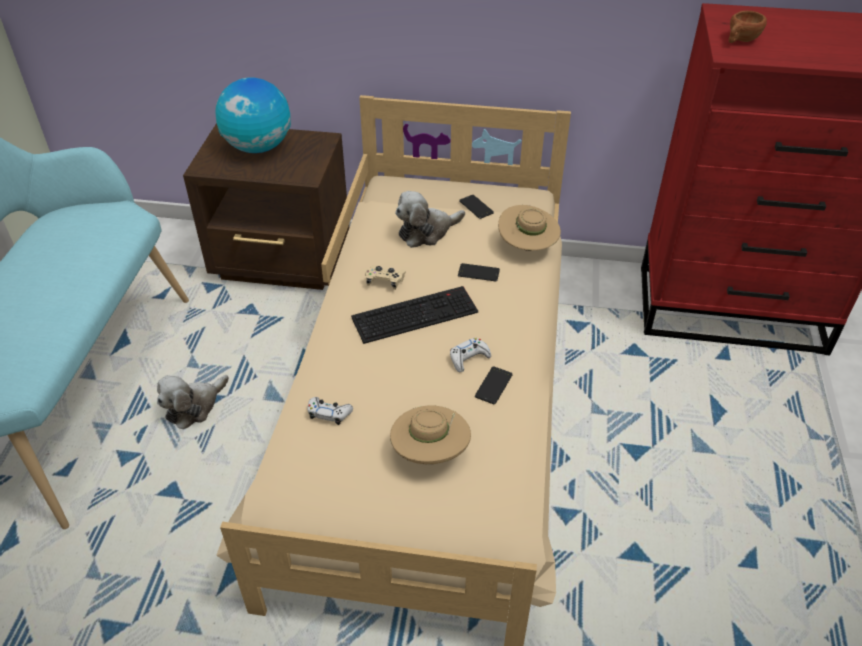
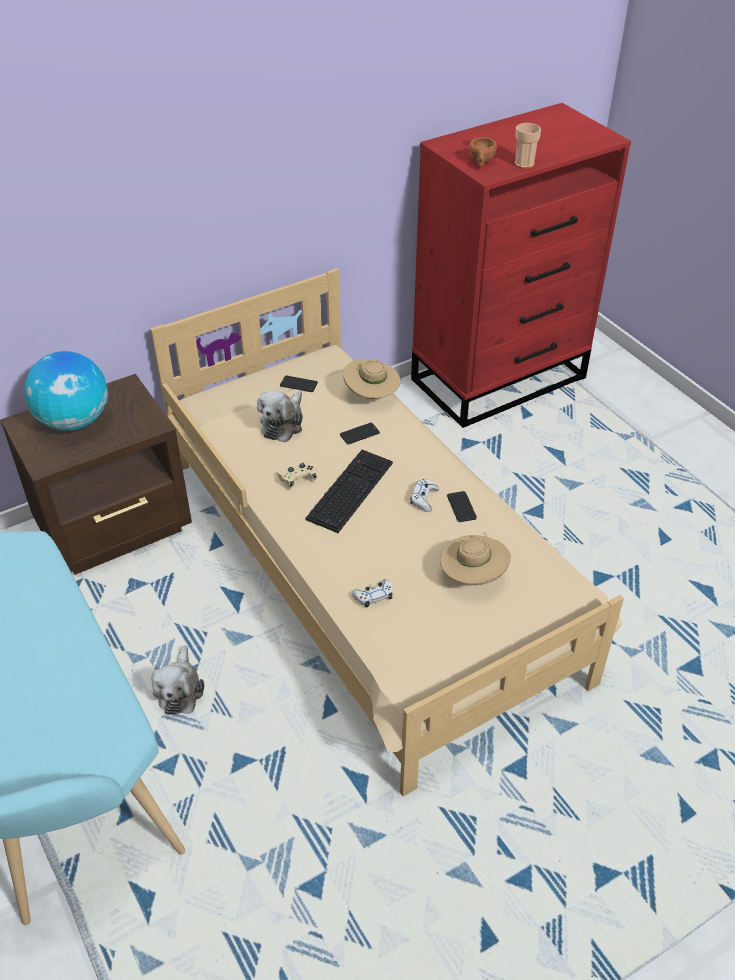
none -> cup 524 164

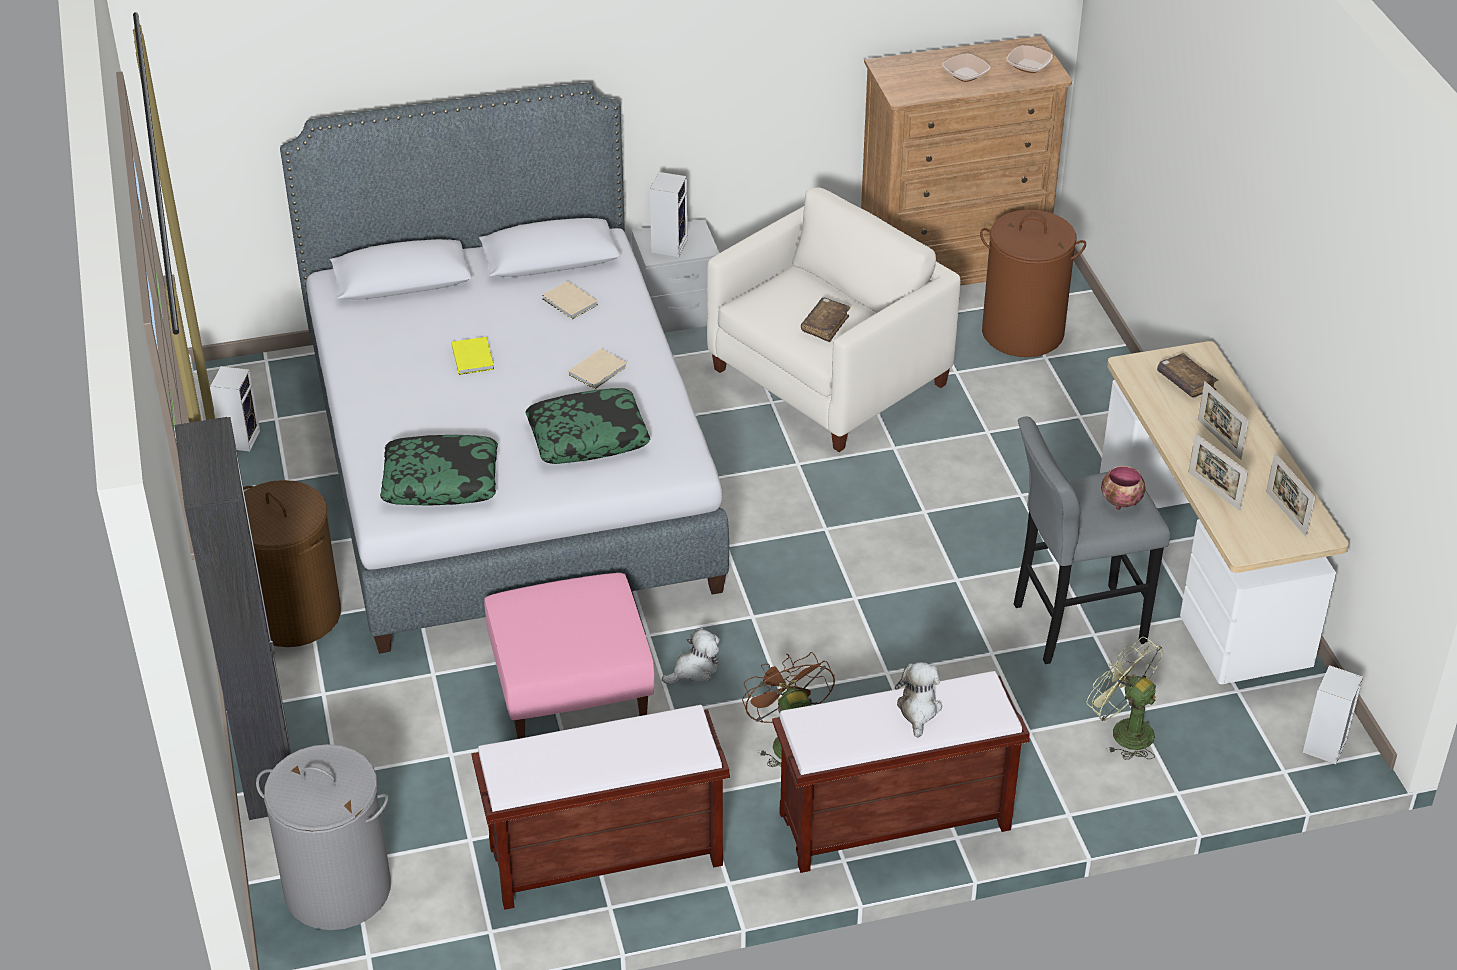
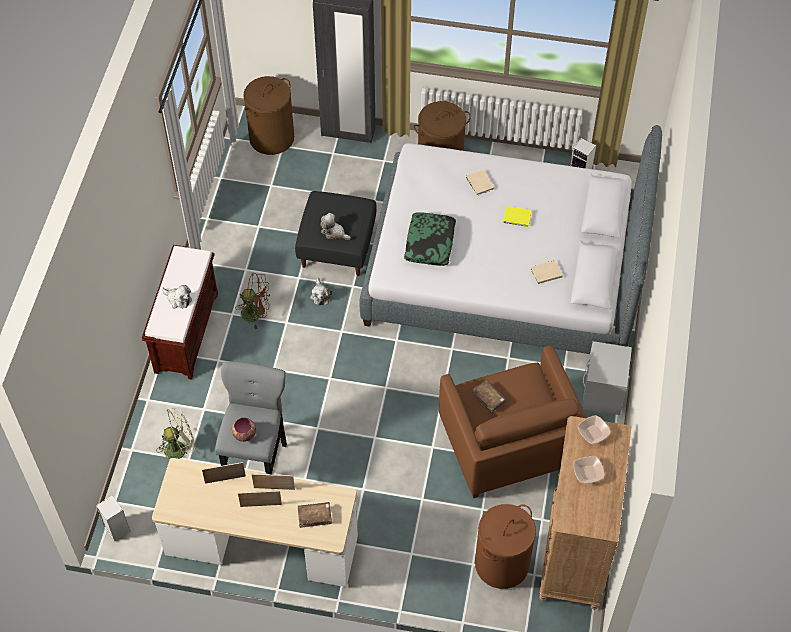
grey laundry basket 338 889 -> brown laundry basket 272 138
pillow 441 481 -> none
brown bench 603 858 -> none
pink ottoman 571 685 -> black ottoman 337 247
beige book 599 370 -> beige book 479 184, shifted
speaker 669 245 -> none
white armchair 828 377 -> brown armchair 509 442
bowl 1028 66 -> bowl 593 432, shifted
picture frame 1286 514 -> picture frame 274 488, shifted
none -> plush toy 334 232

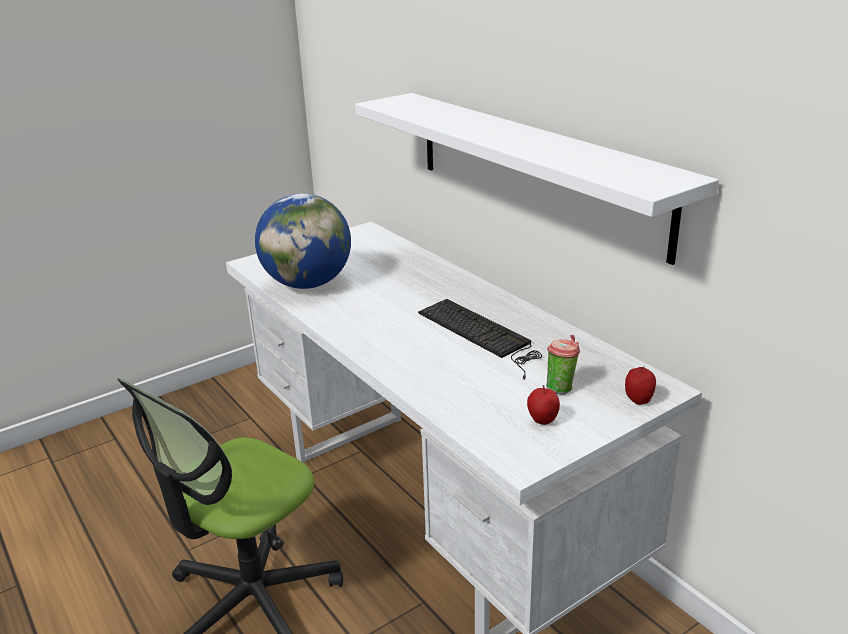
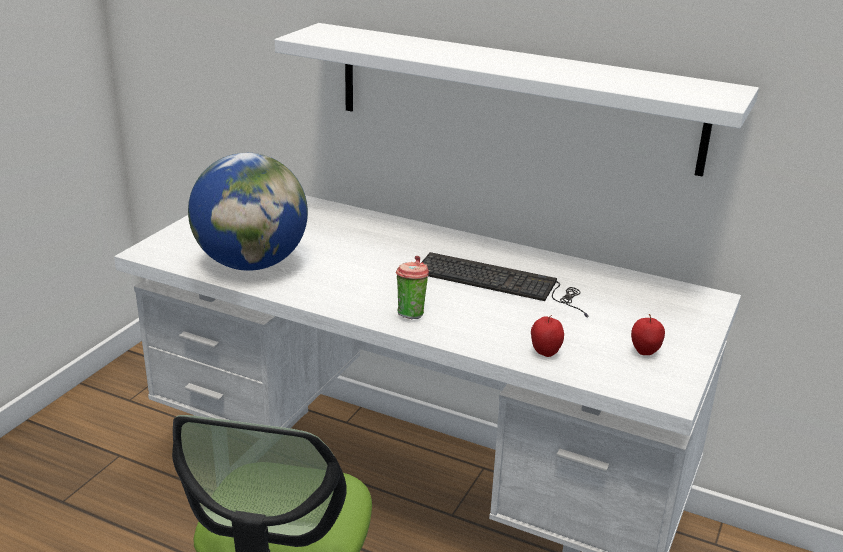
cup 561 388 -> cup 411 313, shifted
apple 638 400 -> apple 545 353, shifted

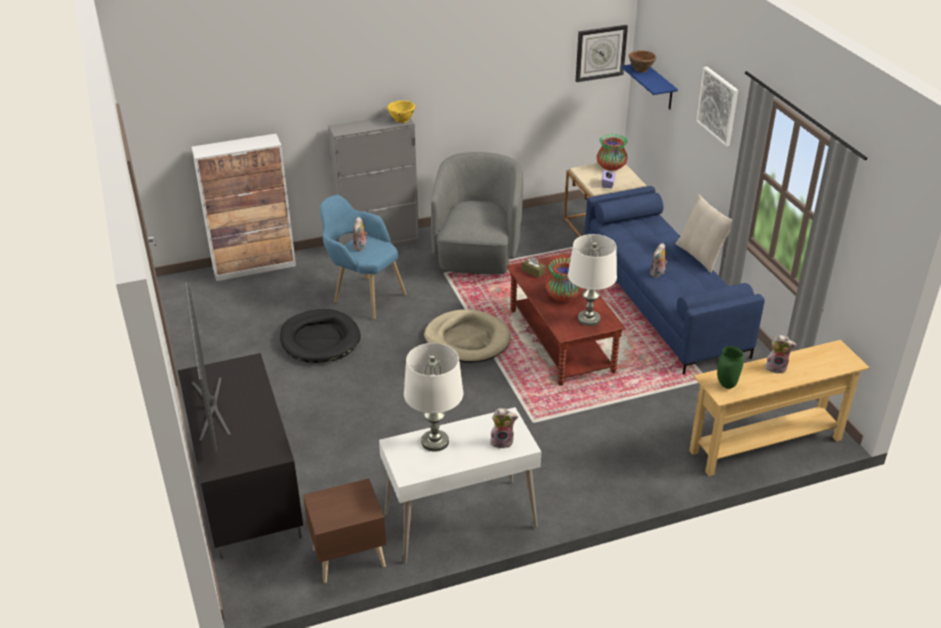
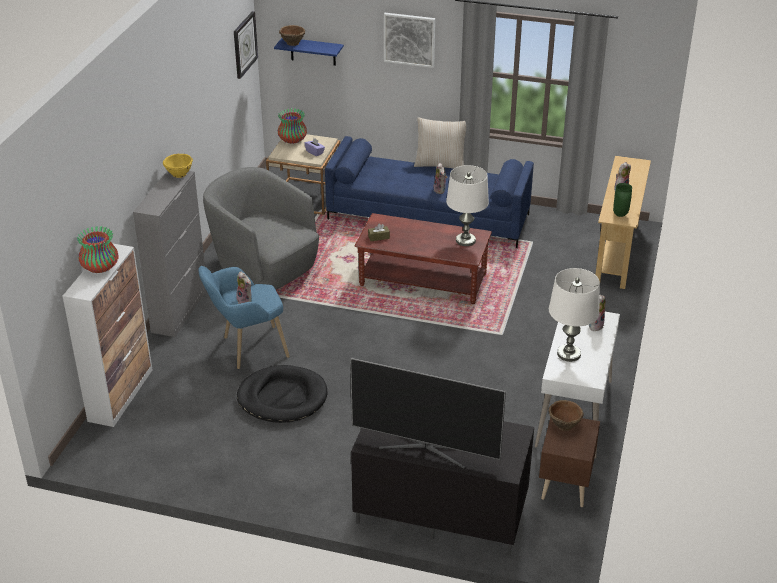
beige dog bed 467 340 -> none
vase 563 296 -> vase 100 267, shifted
none -> brown bowl 564 424

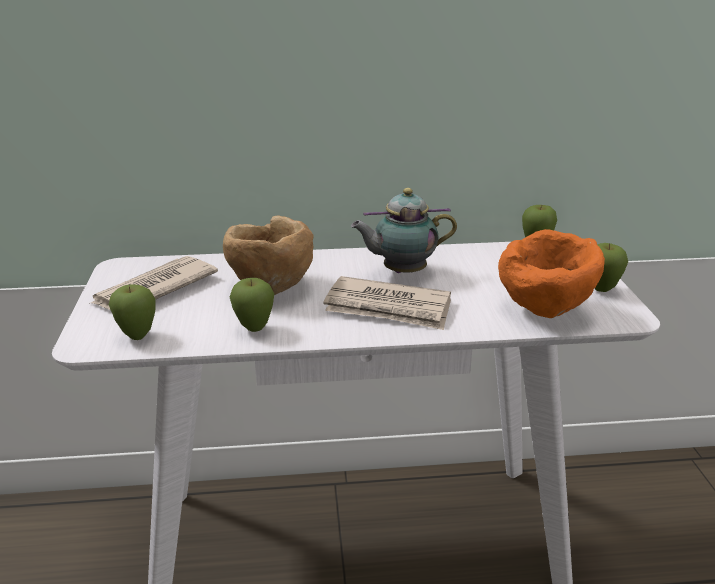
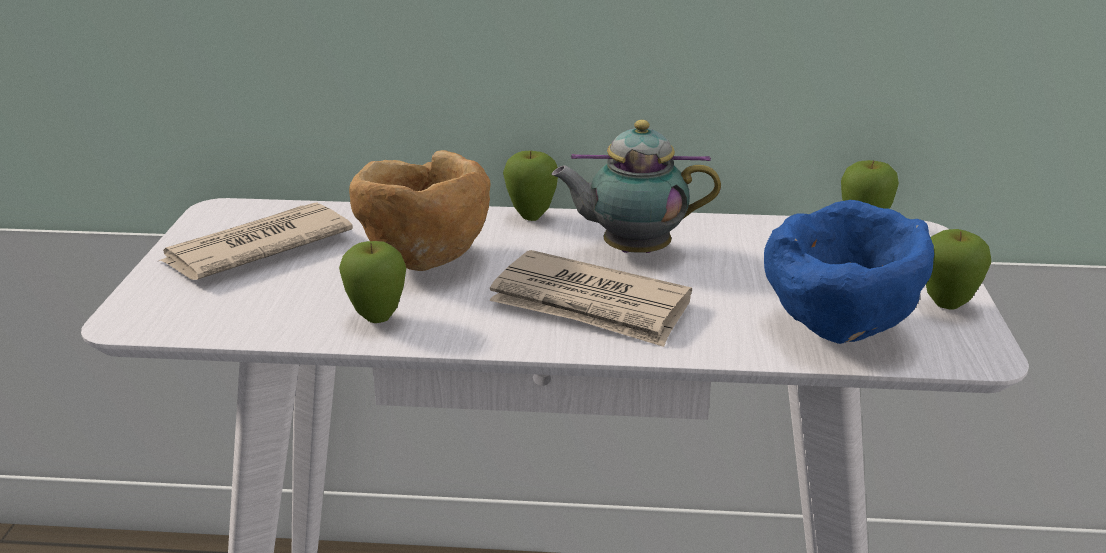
apple 137 336 -> apple 531 217, shifted
orange bowl 545 311 -> blue bowl 839 332

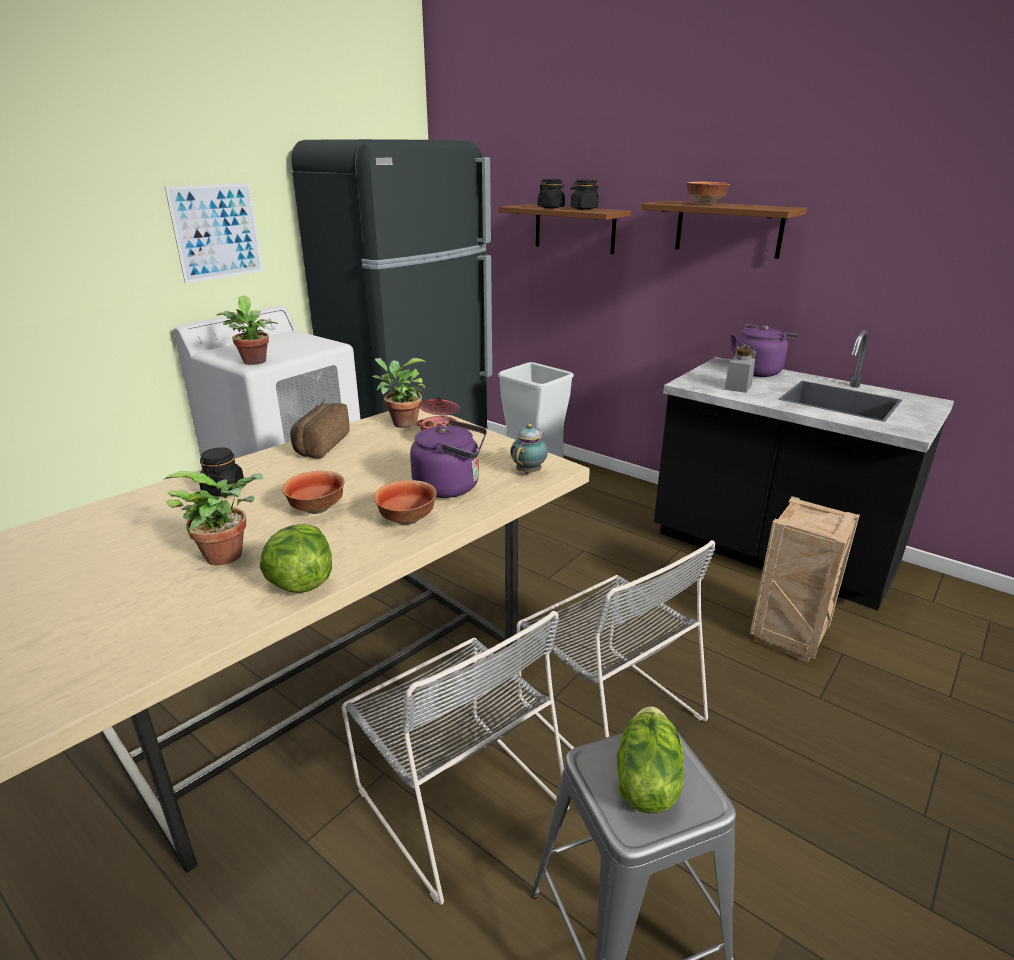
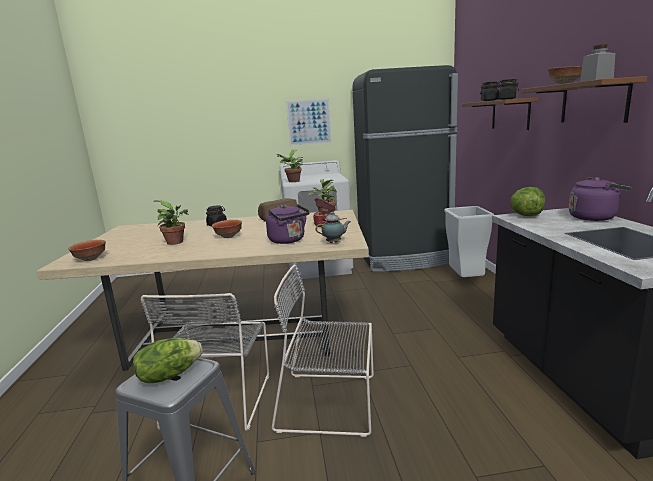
lettuce 300 583 -> lettuce 526 215, shifted
bowl 408 520 -> bowl 90 259, shifted
grey chair 606 706 -> grey chair 331 402, 90 degrees clockwise
grey jar 738 387 -> grey jar 596 80, shifted
crate 787 636 -> none

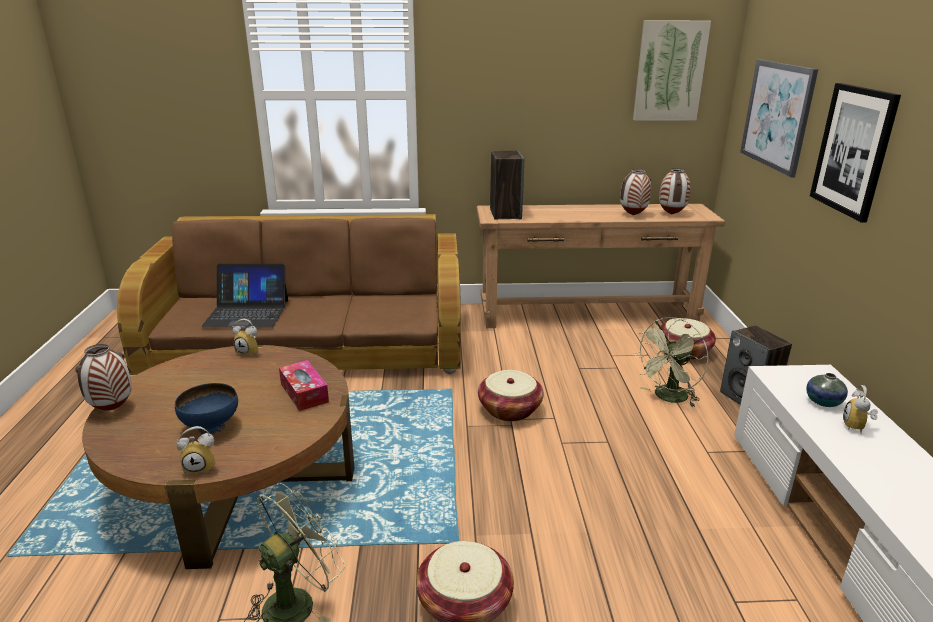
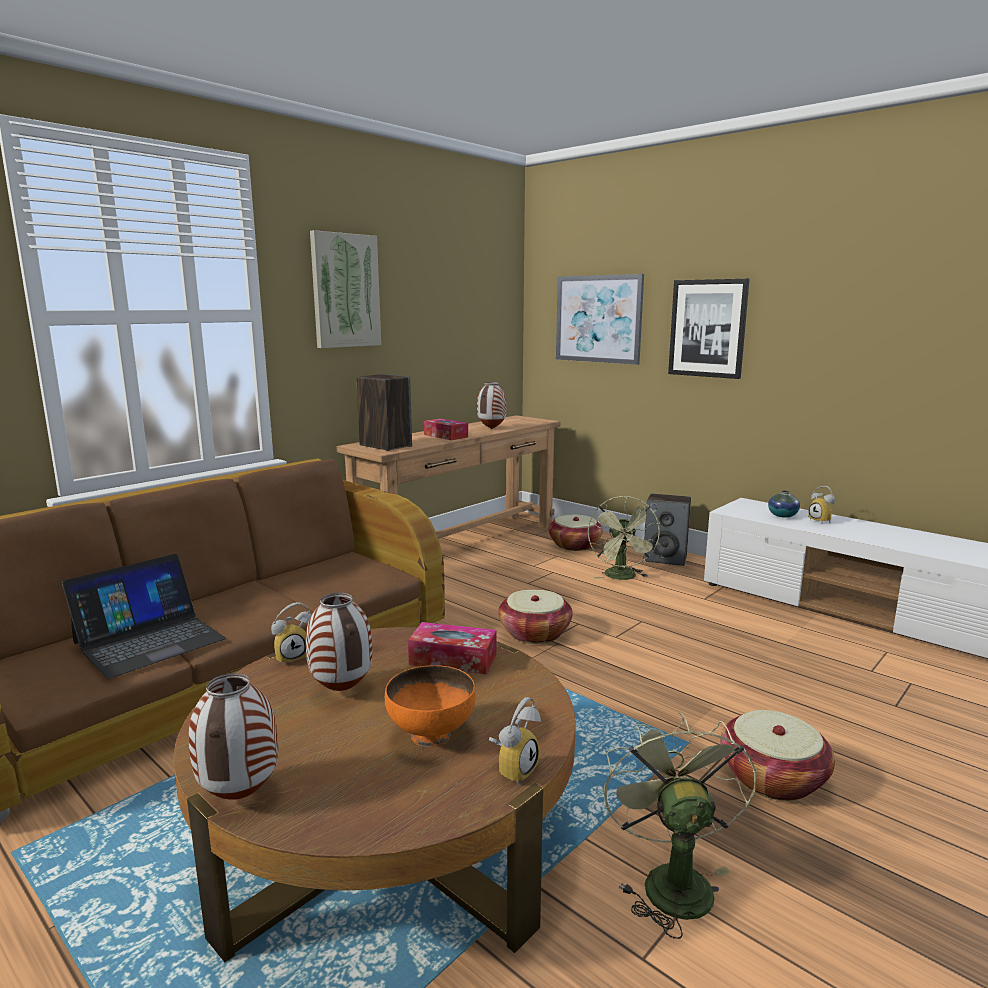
blue bowl 211 428 -> orange bowl 431 736
picture 669 71 -> picture 345 291, shifted
vase 672 214 -> vase 343 690, shifted
none -> tissue box 445 436

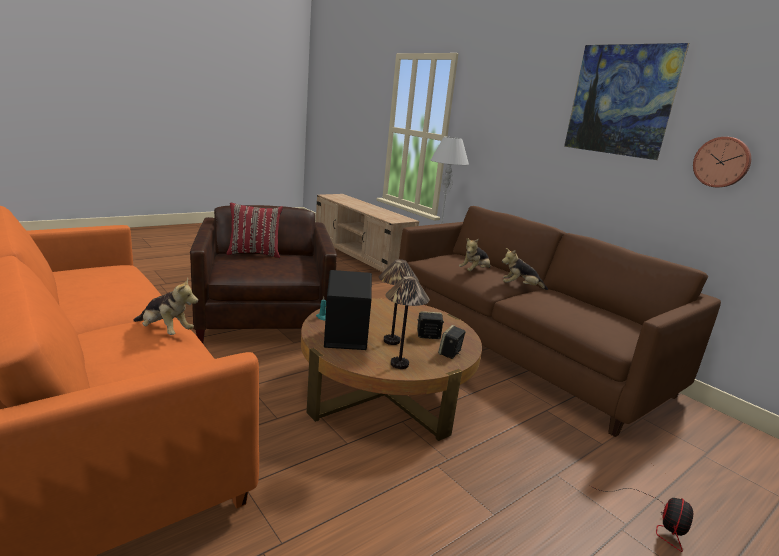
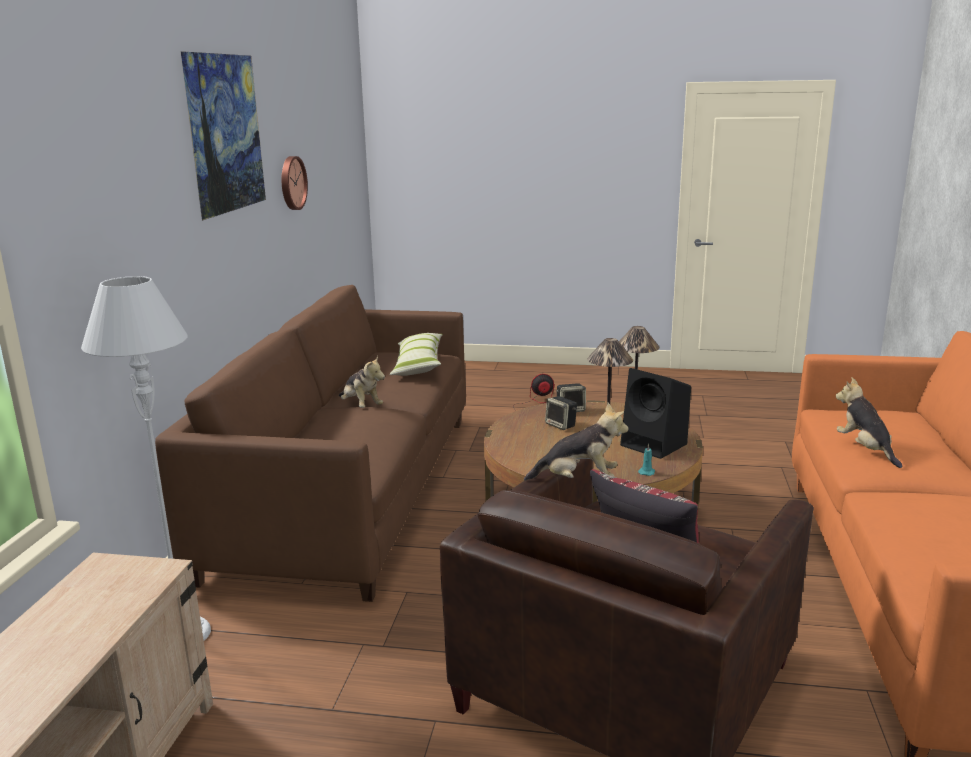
plush toy 474 271 -> plush toy 578 480, shifted
none -> pillow 418 365

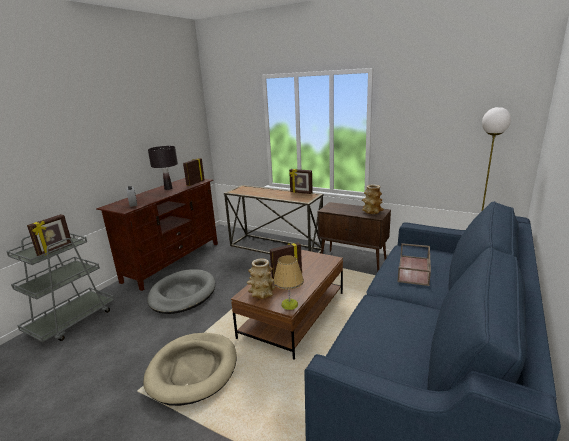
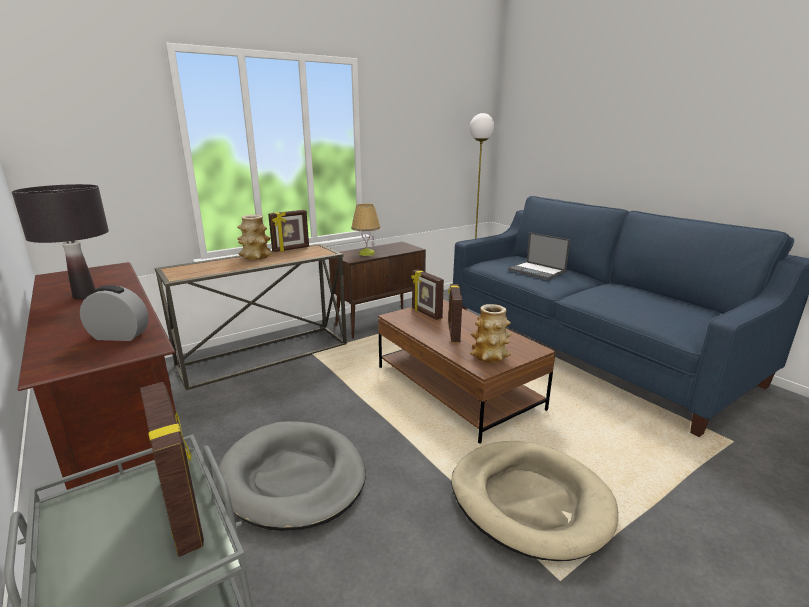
picture frame 195 183 -> picture frame 426 313, shifted
table lamp 289 304 -> table lamp 366 253, shifted
vase 372 211 -> vase 255 257, shifted
brown tray 414 270 -> laptop 537 271

